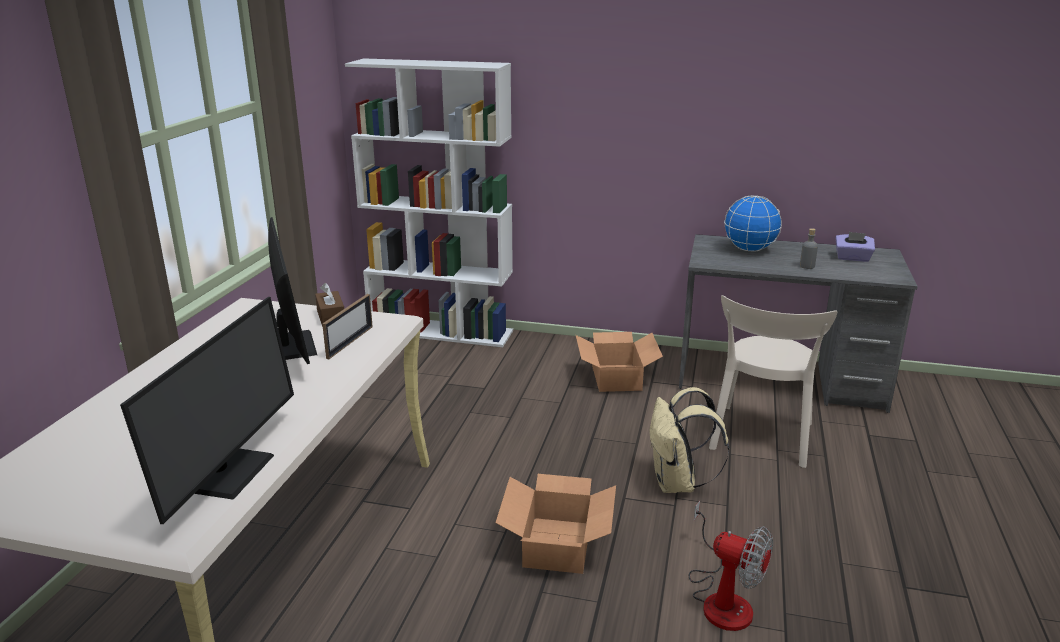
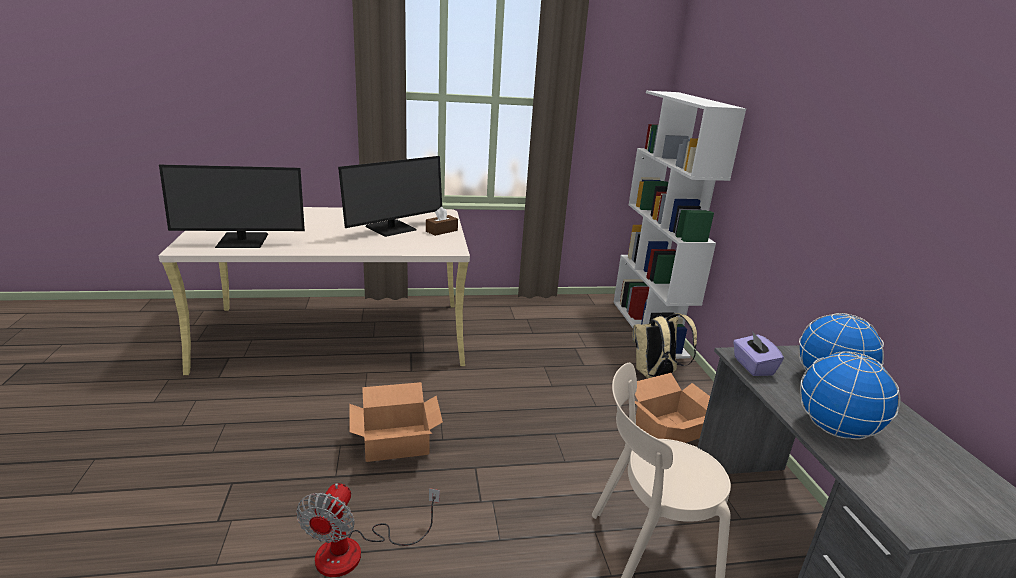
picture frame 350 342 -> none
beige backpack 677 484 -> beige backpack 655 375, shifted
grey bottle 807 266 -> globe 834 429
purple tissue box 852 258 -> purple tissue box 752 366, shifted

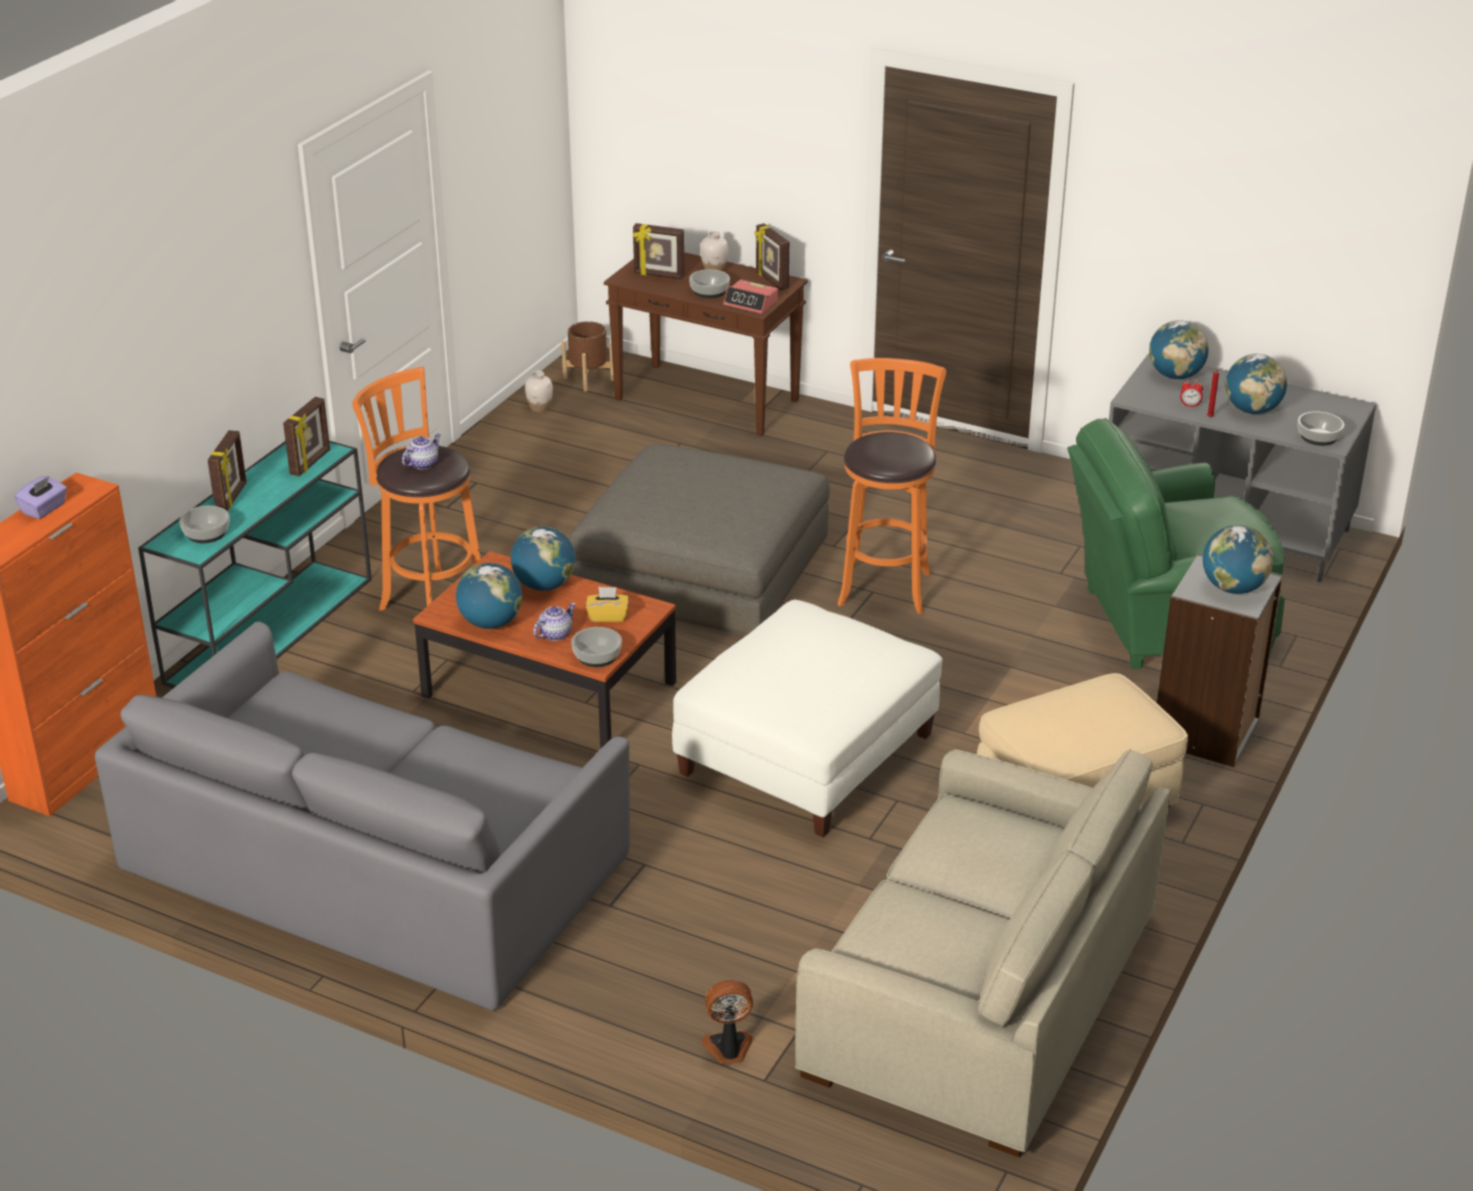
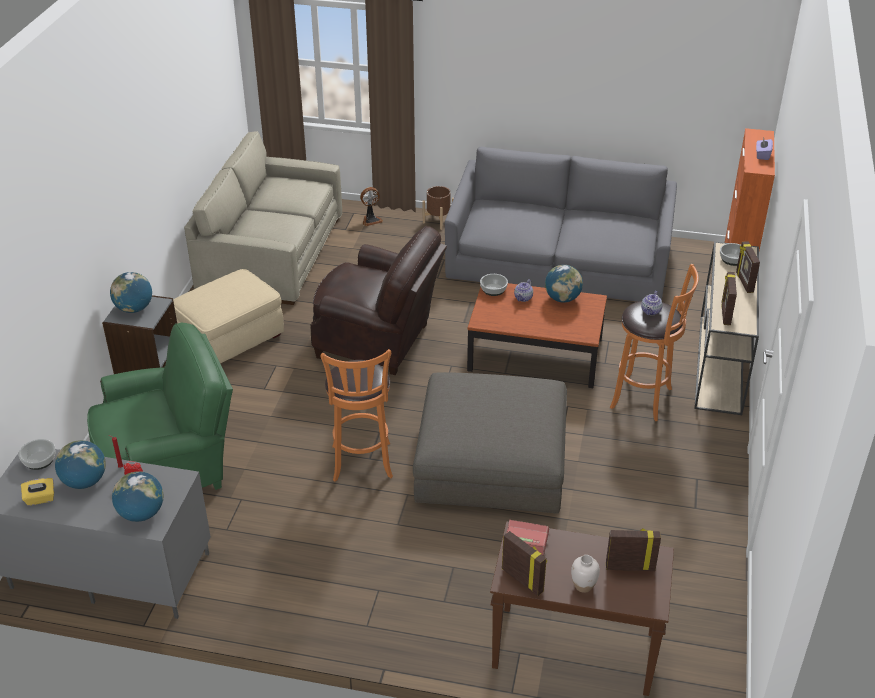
turquoise console table 271 628 -> beige console table 720 364
globe 544 585 -> none
white vase 540 408 -> none
brown planter 589 379 -> brown planter 438 221, shifted
yellow tissue box 608 616 -> yellow tissue box 40 499, shifted
white ottoman 806 753 -> brown armchair 378 342
bowl 709 291 -> none

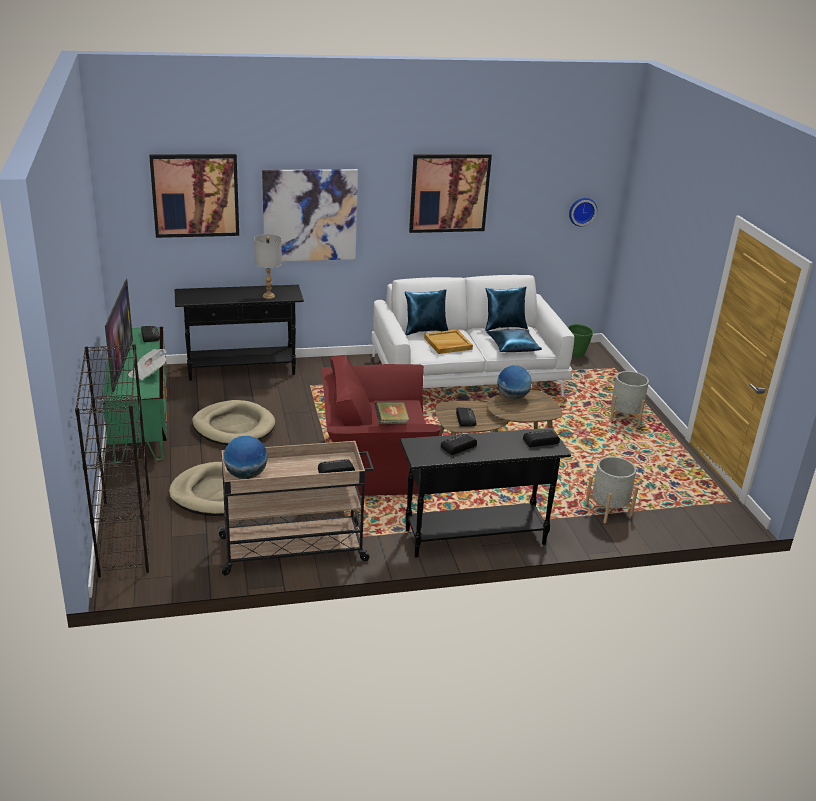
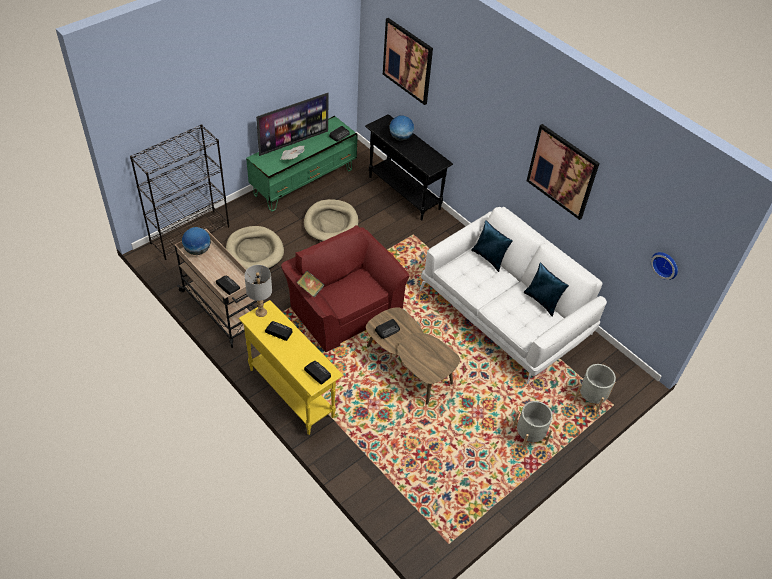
grey table lamp 269 296 -> grey table lamp 261 312, shifted
picture 310 215 -> none
black console table 474 537 -> yellow console table 291 392
beige tray 447 344 -> none
blue pillow 513 346 -> none
globe 512 397 -> globe 400 137, shifted
green planter 576 354 -> none
grey planter 608 510 -> grey planter 591 398, shifted

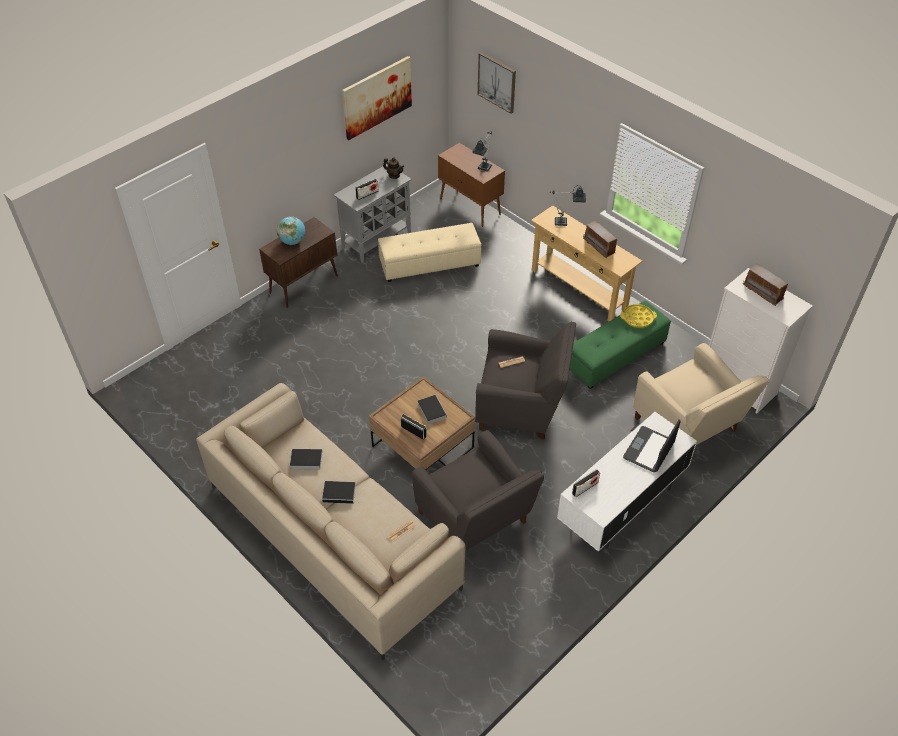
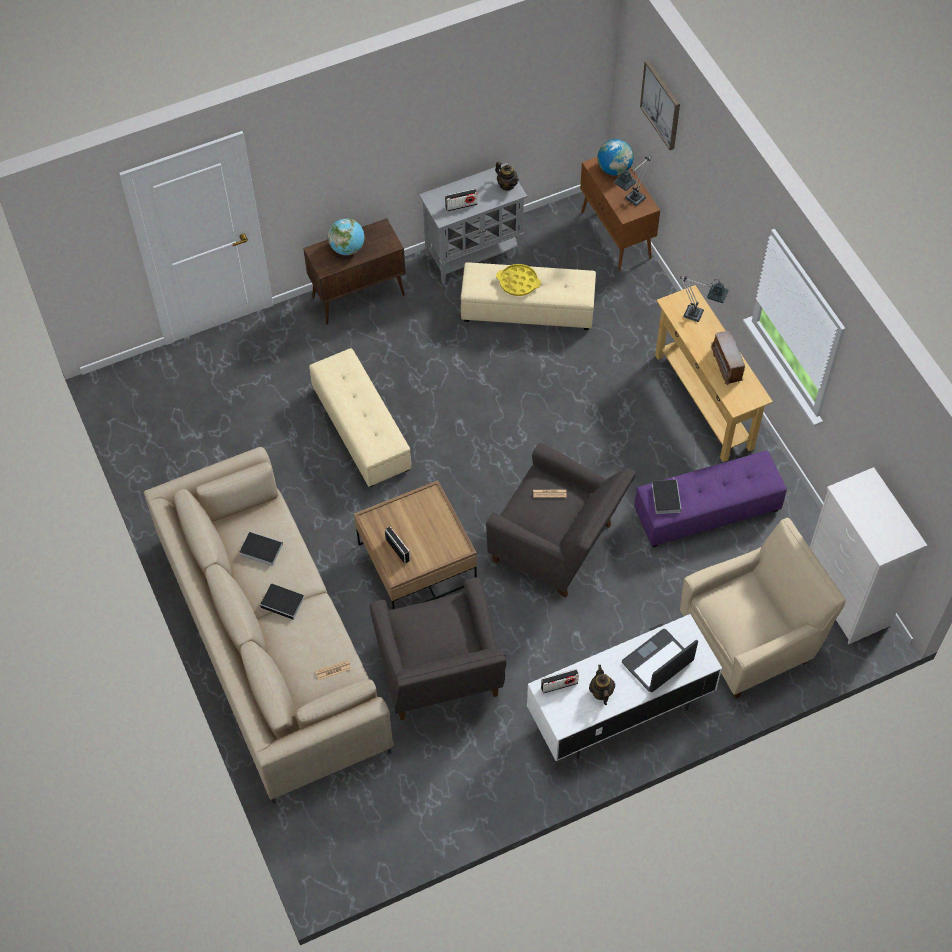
picture 377 97 -> none
book 431 410 -> book 665 497, shifted
green ottoman 615 355 -> purple ottoman 707 510
yellow tray 637 318 -> yellow tray 518 282, shifted
beige armchair 689 427 -> beige armchair 752 636, 105 degrees counterclockwise
radio 763 292 -> none
none -> beige ottoman 362 429
none -> teapot 601 692
none -> globe 614 169

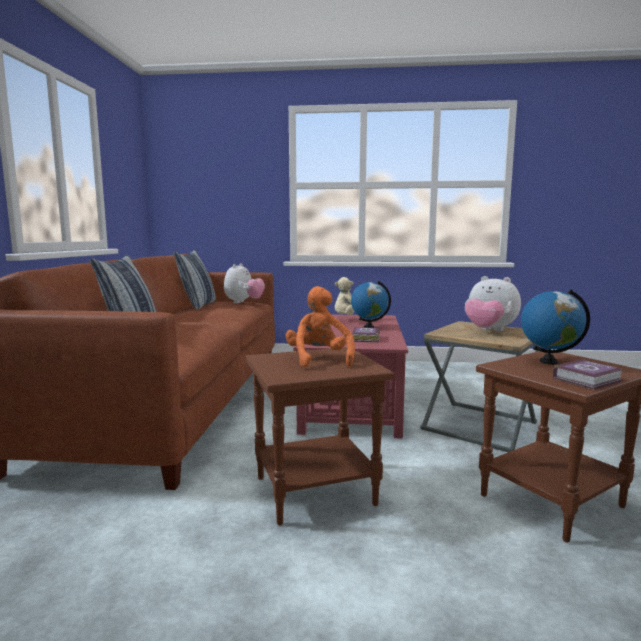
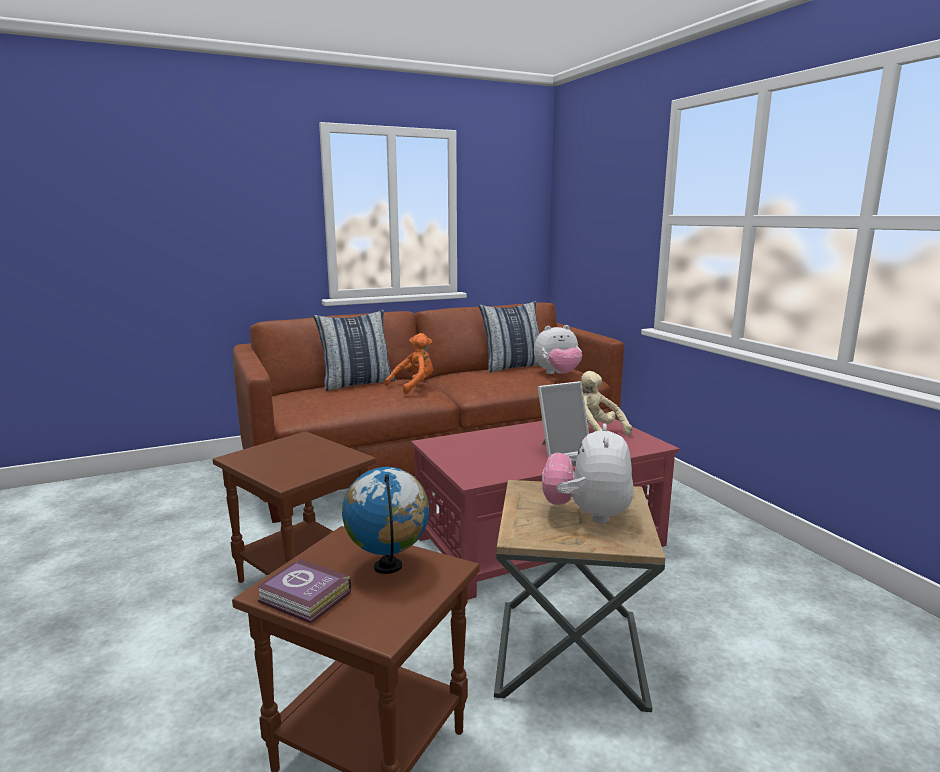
orange plush toy 319 359 -> orange plush toy 414 386, shifted
globe 369 327 -> picture frame 562 450
book 365 338 -> none

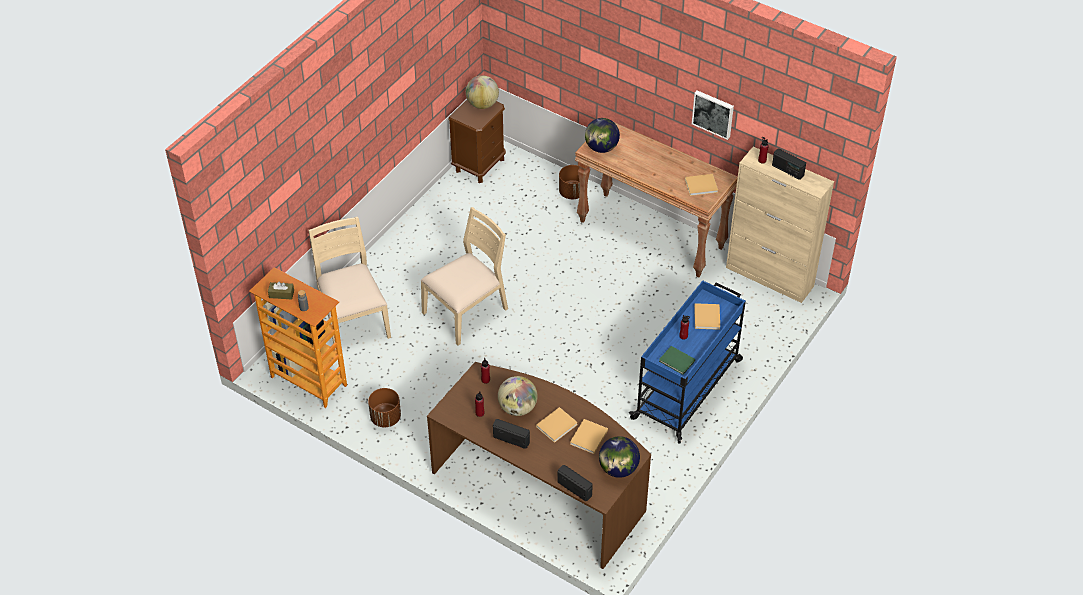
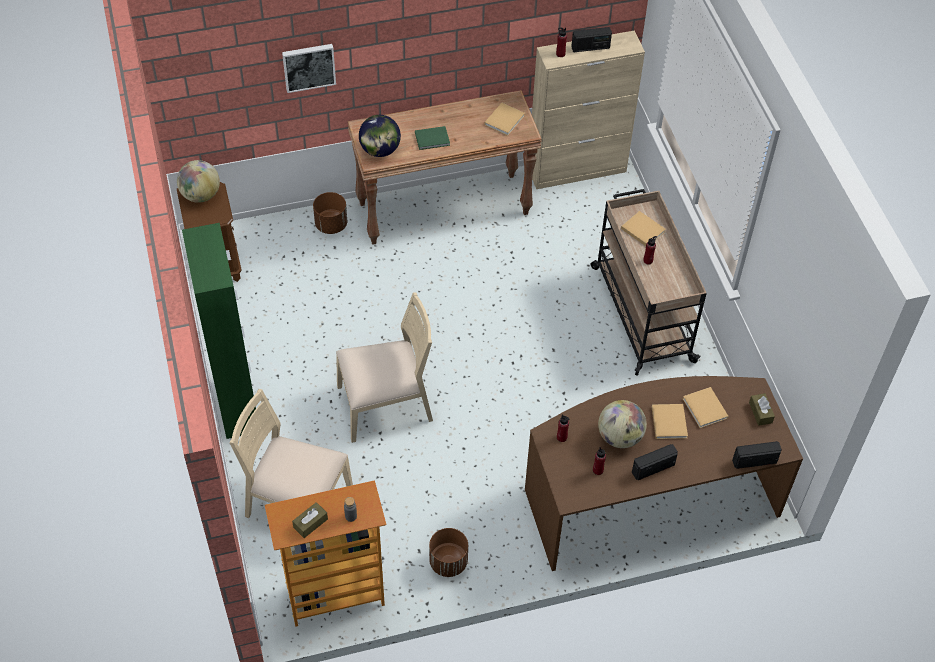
beige chair 466 311 -> beige chair 386 405, 75 degrees clockwise
globe 618 468 -> brown tissue box 760 412
blue cart 688 388 -> beige cart 641 312
green book 677 362 -> green book 433 139, shifted
picture 713 113 -> picture 309 66, shifted
none -> green cabinet 237 405

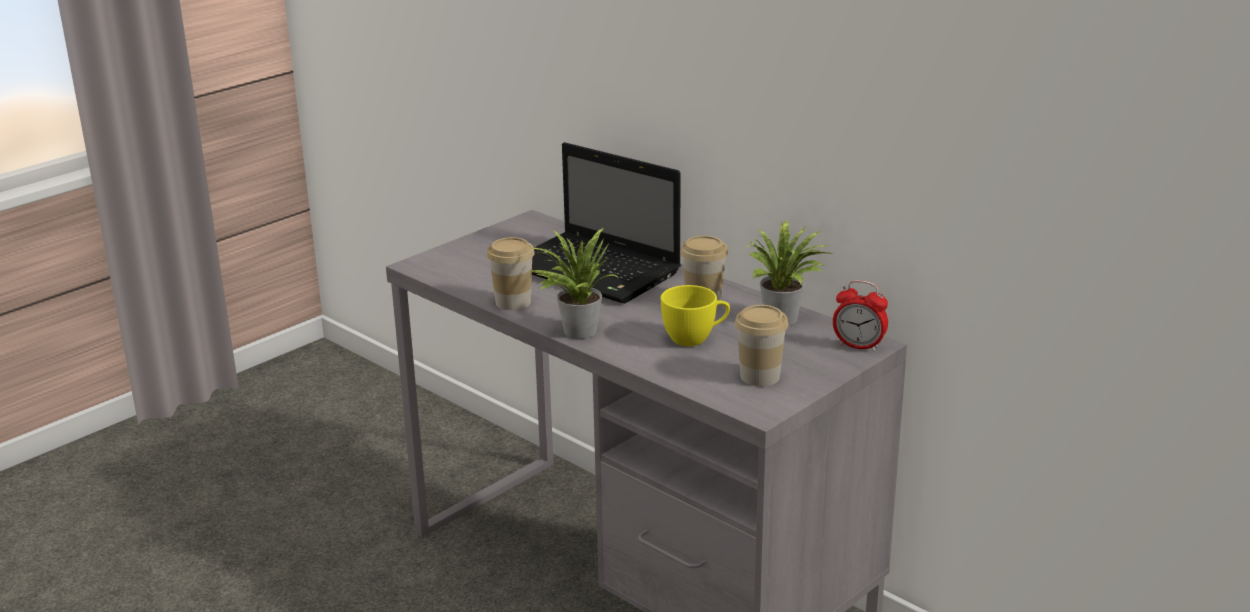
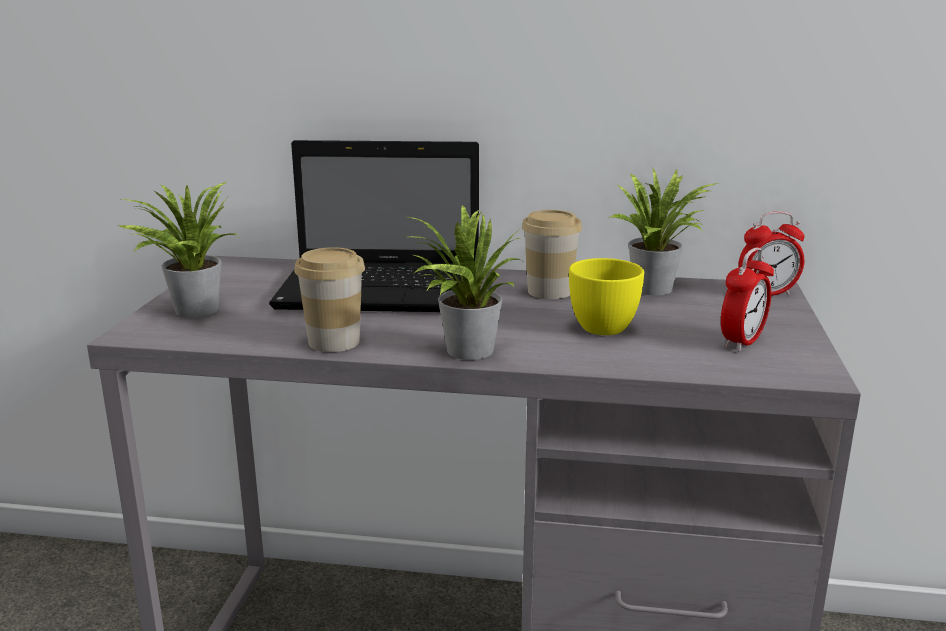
cup 760 376 -> alarm clock 742 342
none -> potted plant 191 309

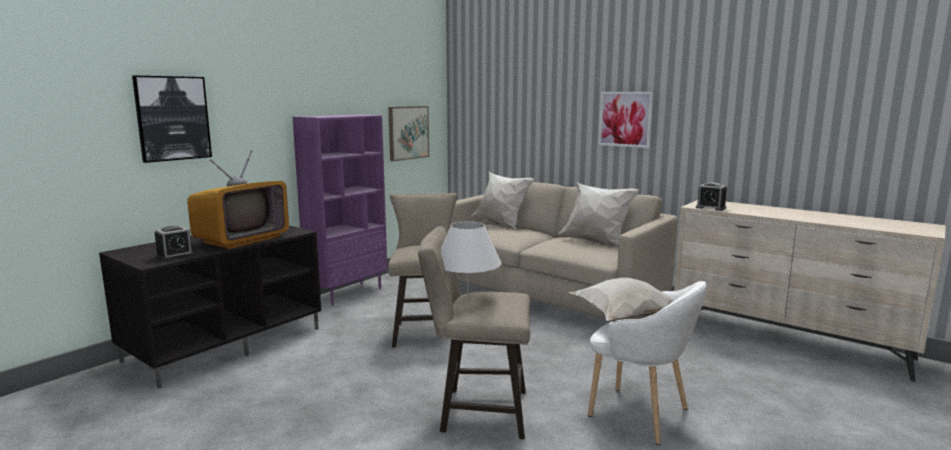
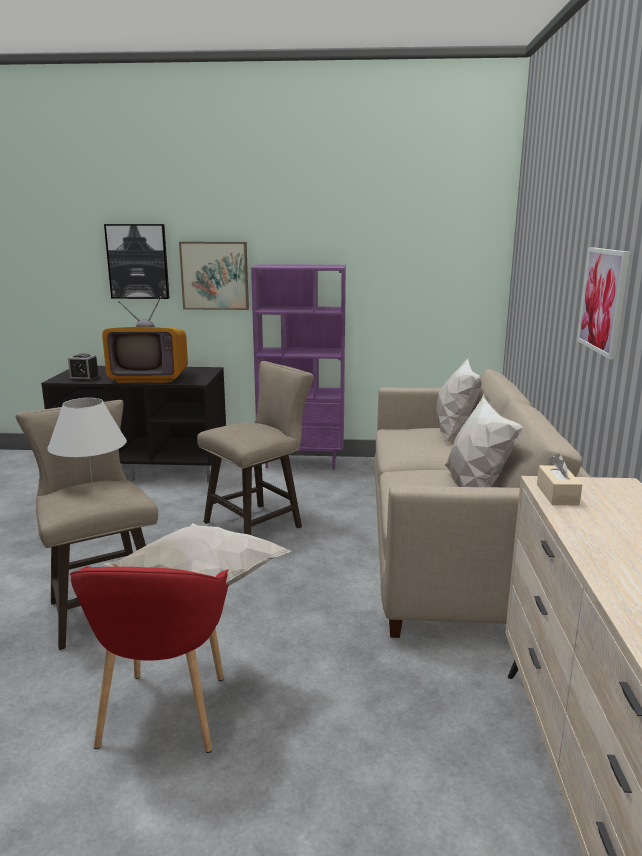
picture 408 132 -> picture 214 275, shifted
white armchair 641 415 -> red armchair 164 715
alarm clock 710 208 -> beige tissue box 557 495

